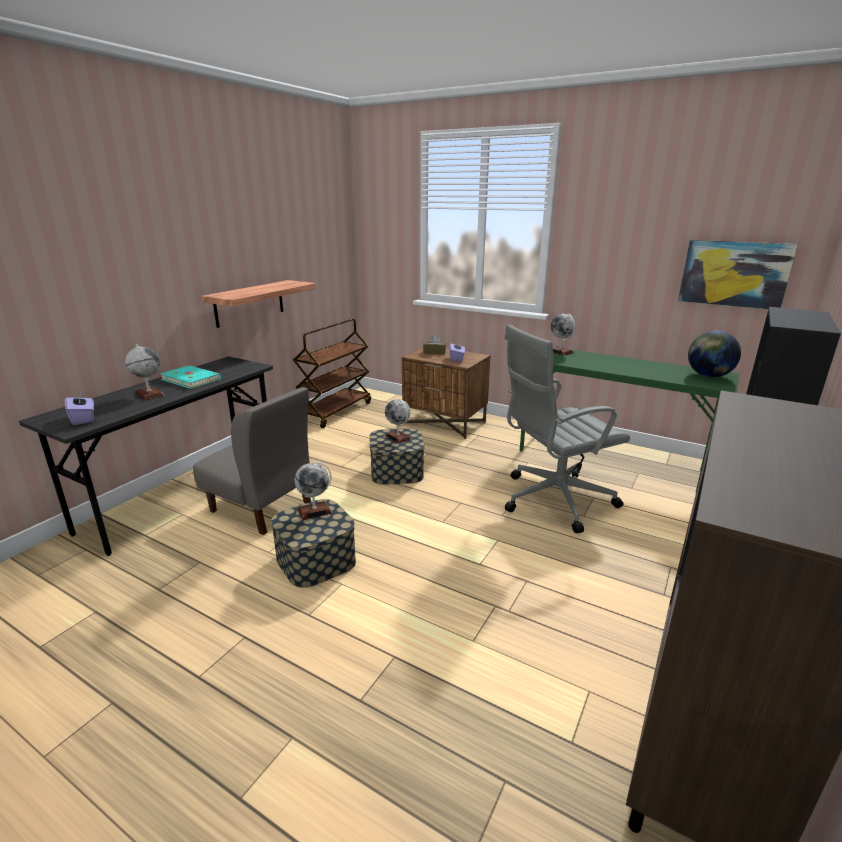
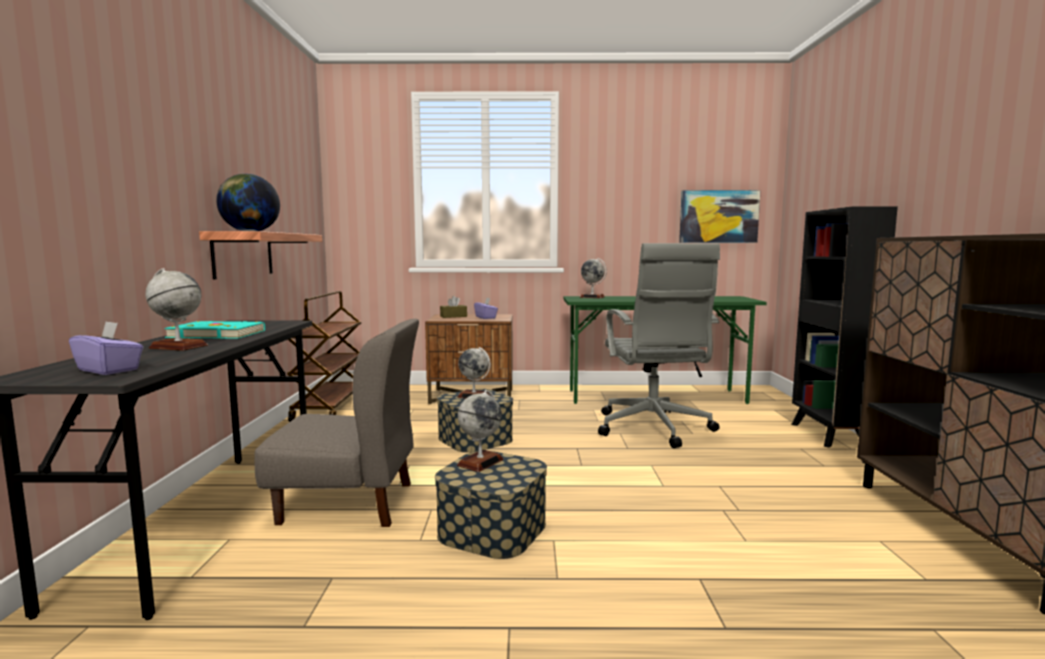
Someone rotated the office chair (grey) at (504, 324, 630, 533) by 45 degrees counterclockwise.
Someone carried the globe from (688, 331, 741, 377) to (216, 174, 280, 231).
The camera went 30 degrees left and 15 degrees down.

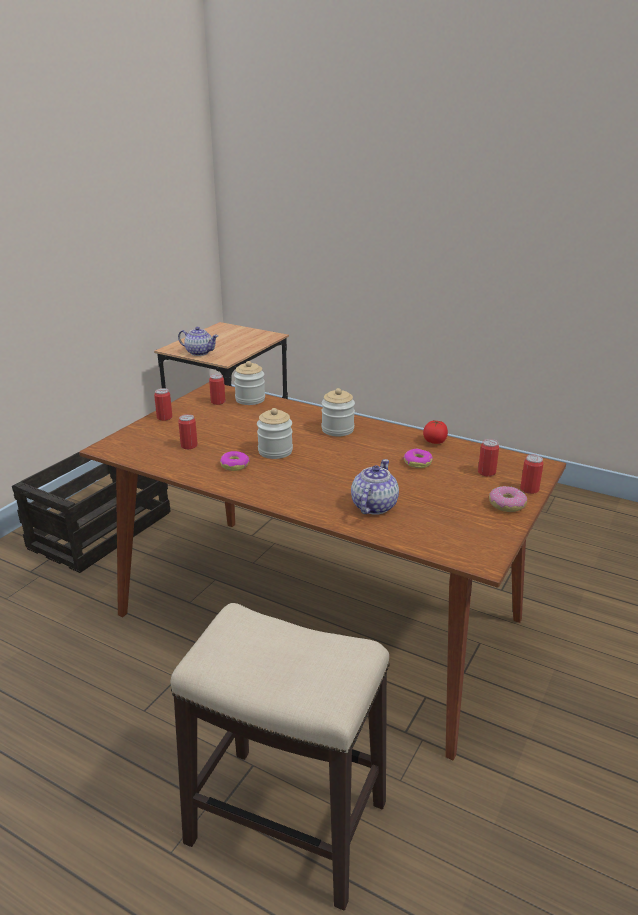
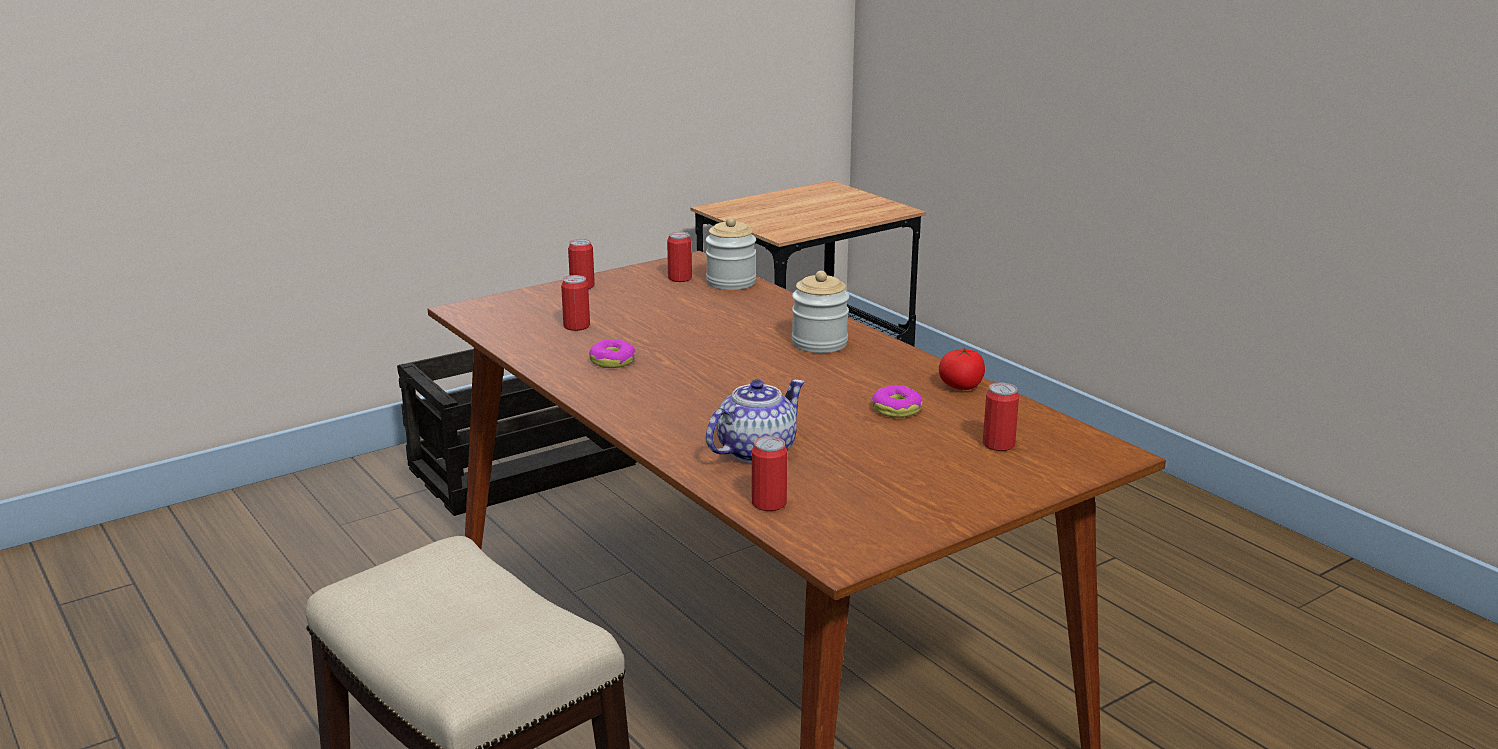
Someone took away the pot for tea at (178, 327, 218, 356).
Someone took away the storage jar at (257, 408, 293, 459).
Someone carried the metal can from (520, 455, 544, 494) to (752, 436, 787, 511).
Someone took away the doughnut at (489, 486, 527, 512).
The camera went 25 degrees right and 5 degrees down.

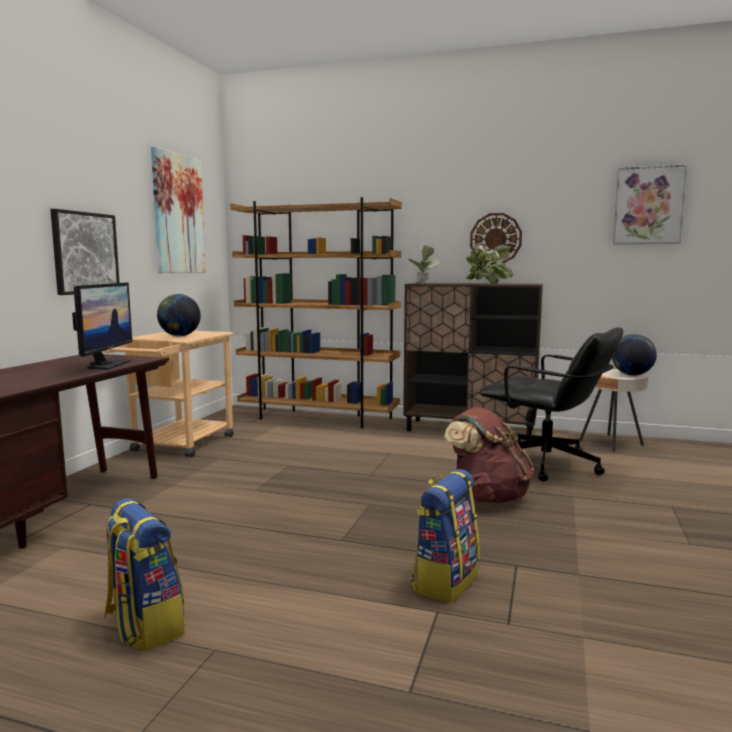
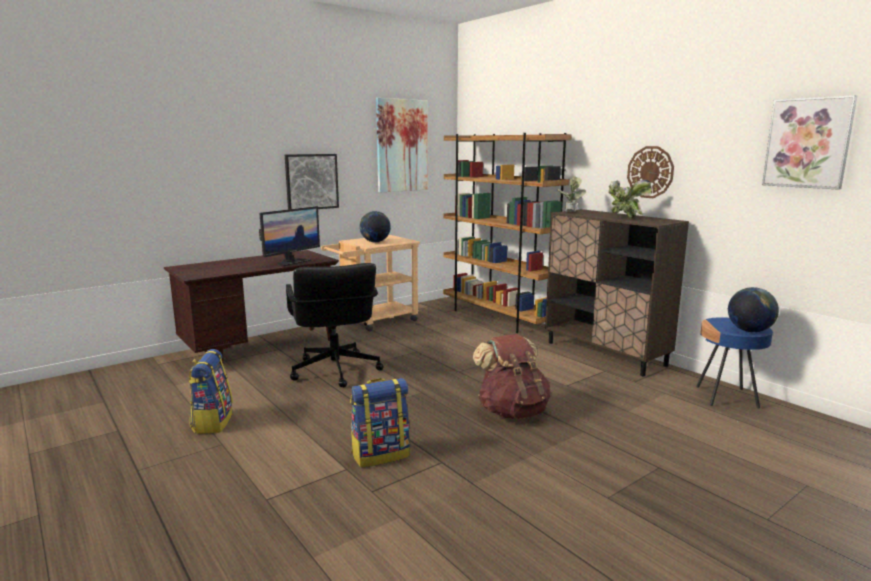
Someone carried the office chair (blackish) from (479, 327, 623, 481) to (286, 263, 384, 387).
Someone repainted the end table (sand-coloured) at (580, 369, 648, 451), which became the end table (blue) at (696, 317, 773, 408).
The camera went 35 degrees right and 5 degrees up.

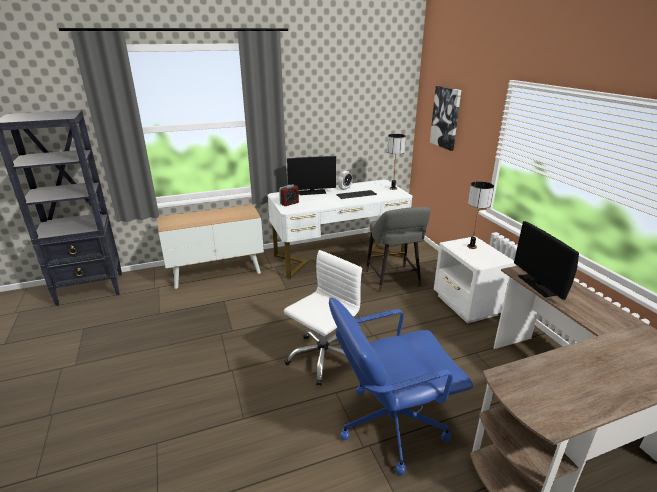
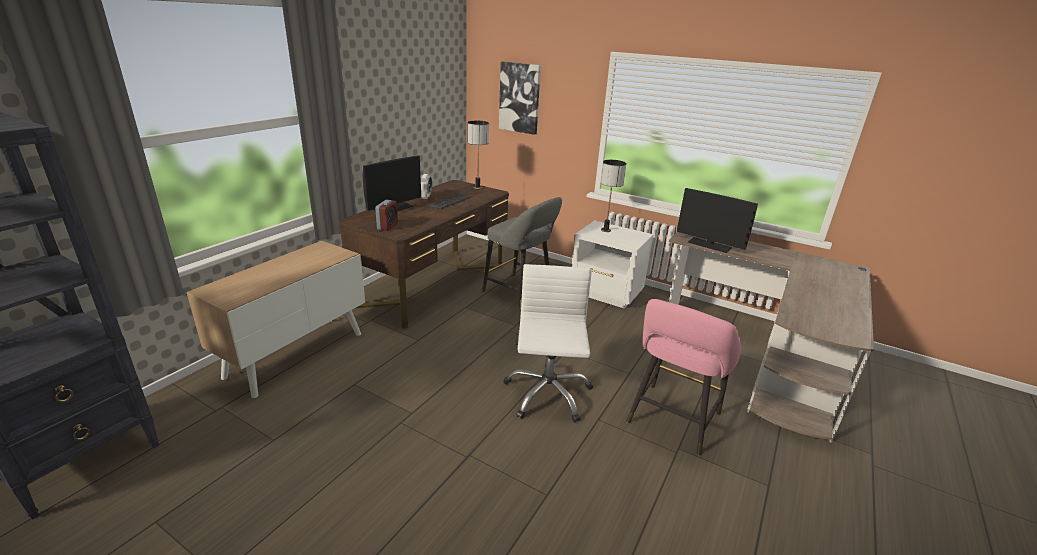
Someone repainted the desk unit (whitish) at (268, 180, 412, 279), which became the desk unit (brown) at (339, 180, 509, 328).
Someone swapped the office chair (blue) at (329, 297, 473, 475) for the stool seat (pinkish) at (626, 299, 741, 455).
The camera went 40 degrees left and 0 degrees up.

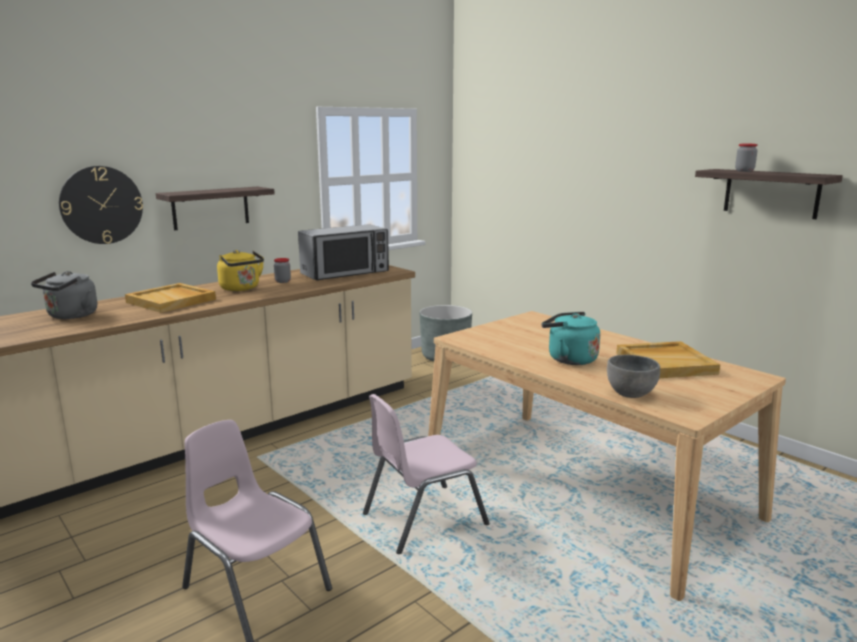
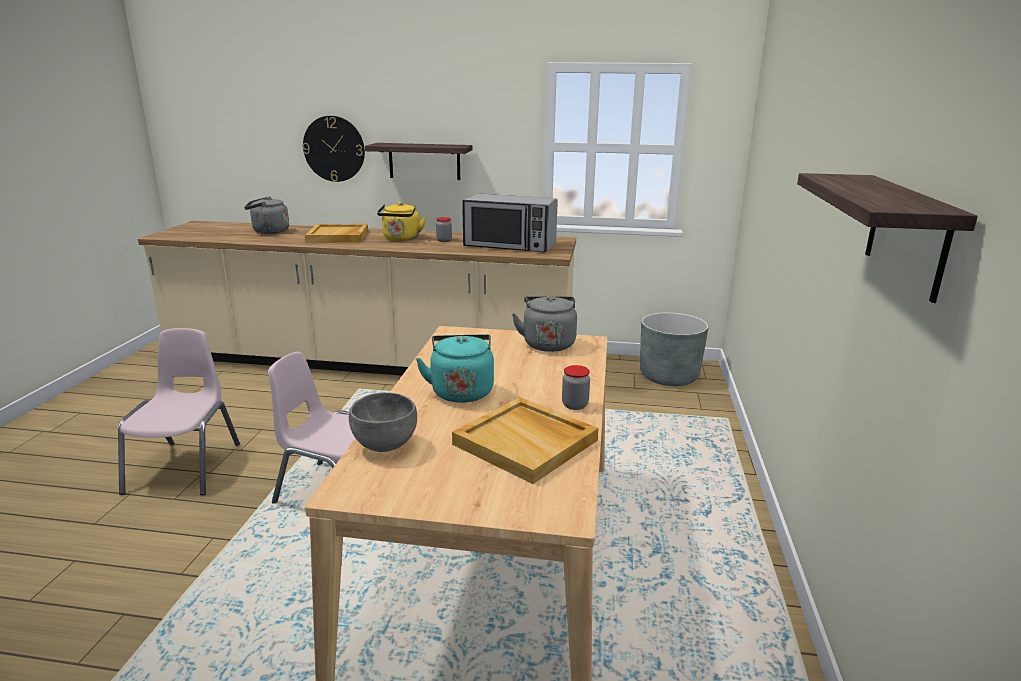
Someone carried the storage jar from (735, 144, 758, 172) to (562, 365, 590, 410).
Someone put down the water kettle (grey) at (512, 296, 577, 352).
The camera went 50 degrees right and 5 degrees up.

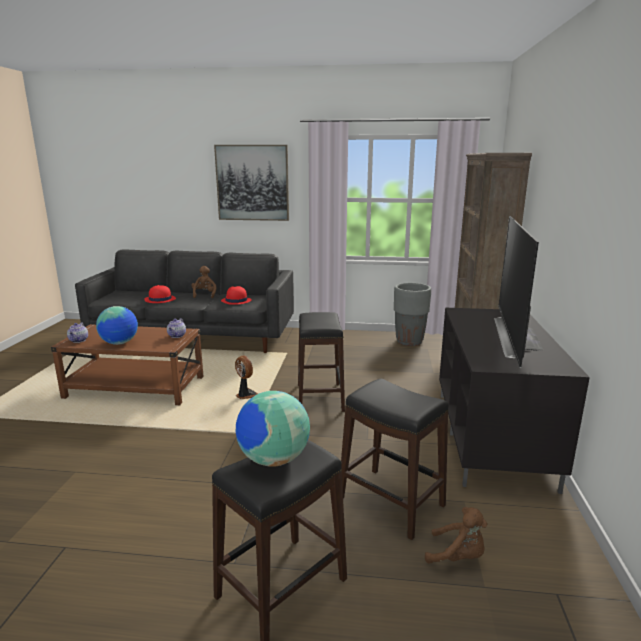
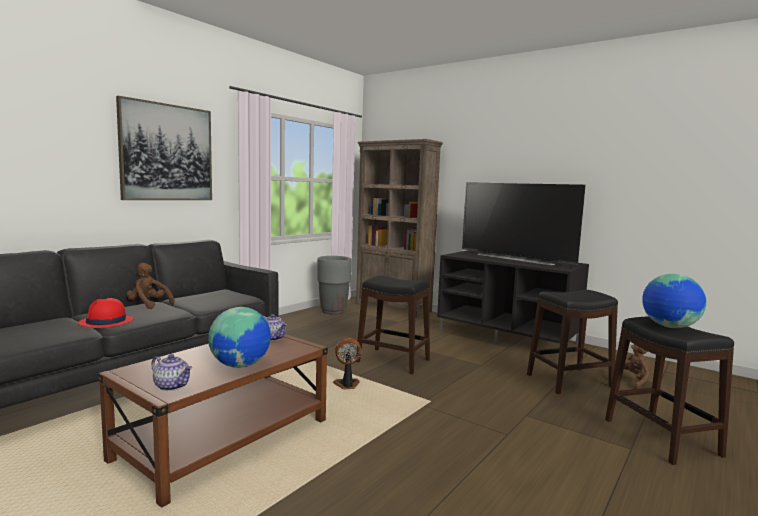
Someone took away the hat (reddish) at (221, 286, 252, 305).
The camera went 60 degrees left and 10 degrees down.

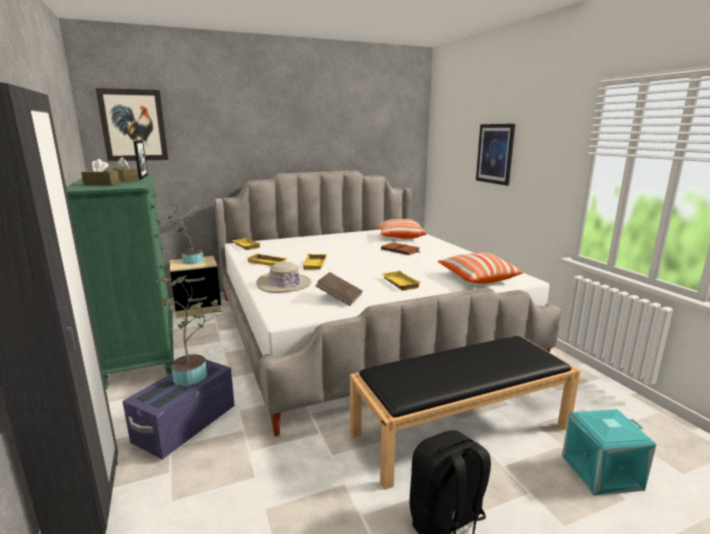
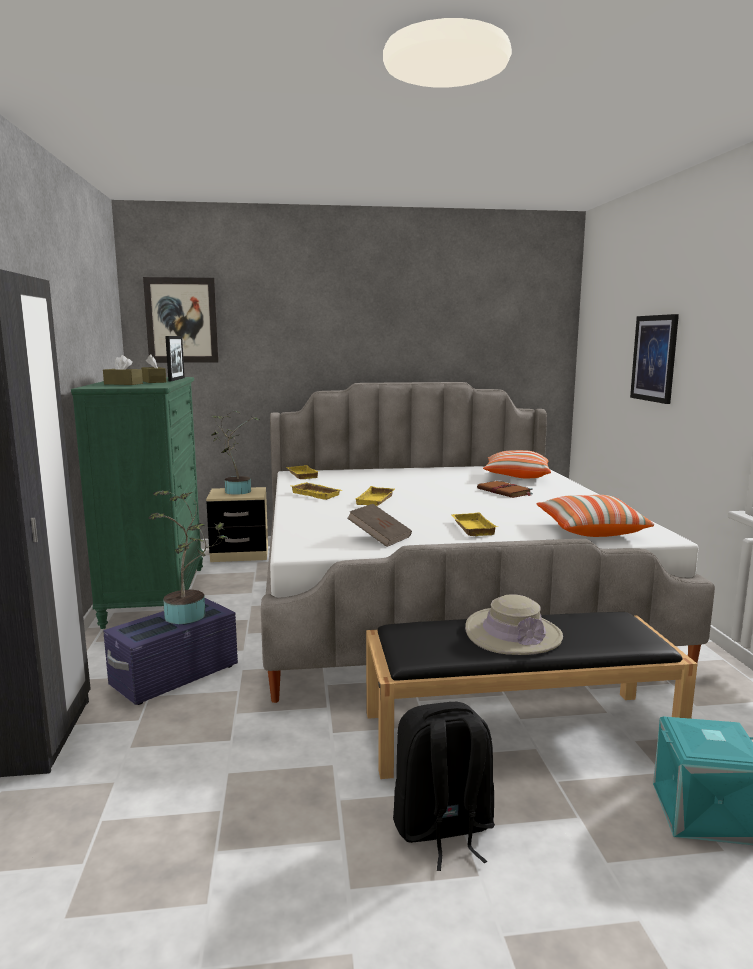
Someone carried the hat (sand-coloured) from (256, 262, 311, 293) to (465, 594, 563, 655).
The camera went 15 degrees right and 5 degrees down.

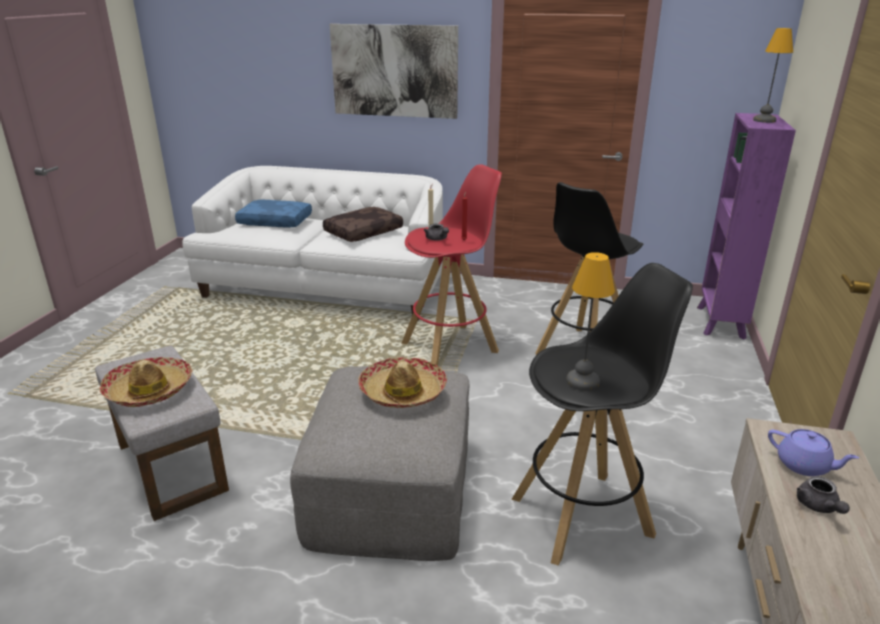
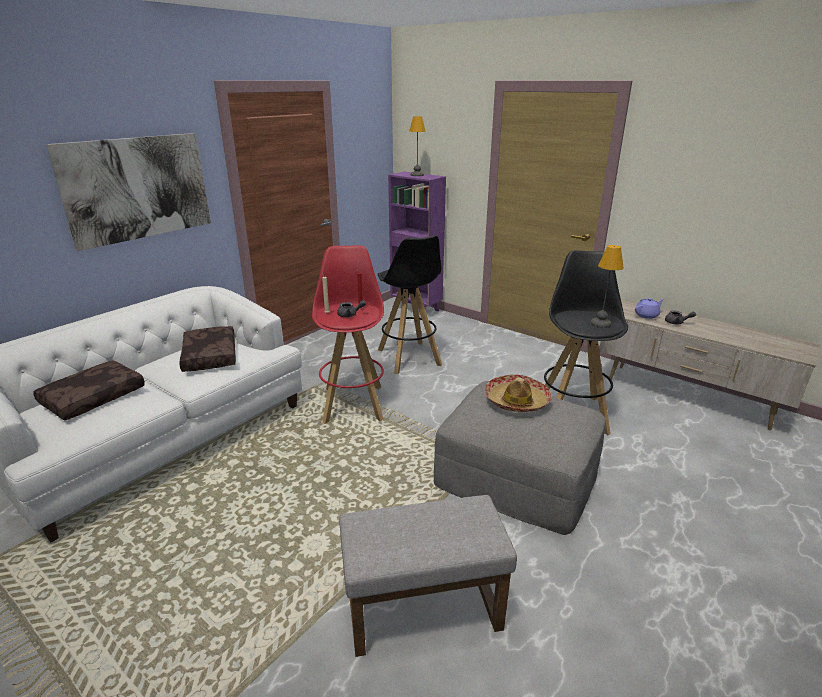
Someone repainted the pillow (blue) at (235, 199, 312, 228), which became the pillow (brown) at (33, 360, 145, 420).
Someone took away the hat at (99, 357, 193, 407).
The camera went 65 degrees left and 0 degrees up.

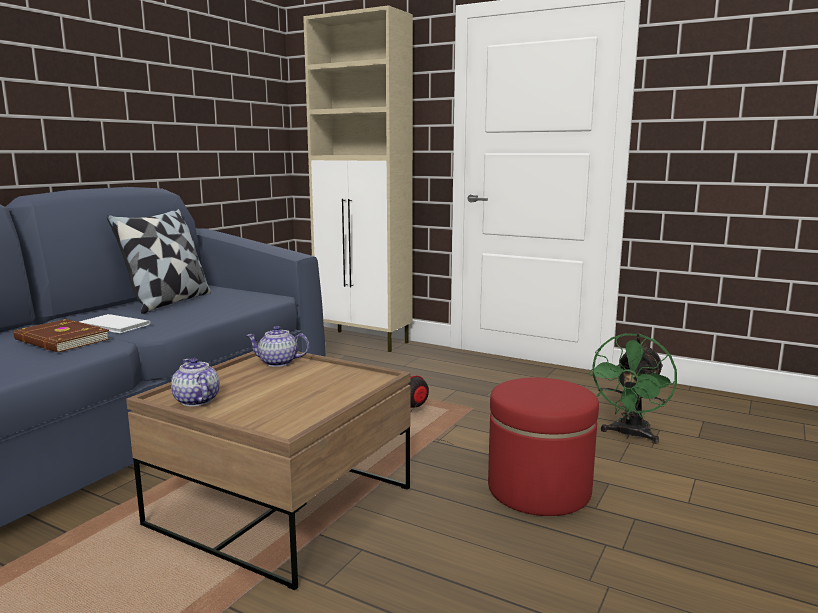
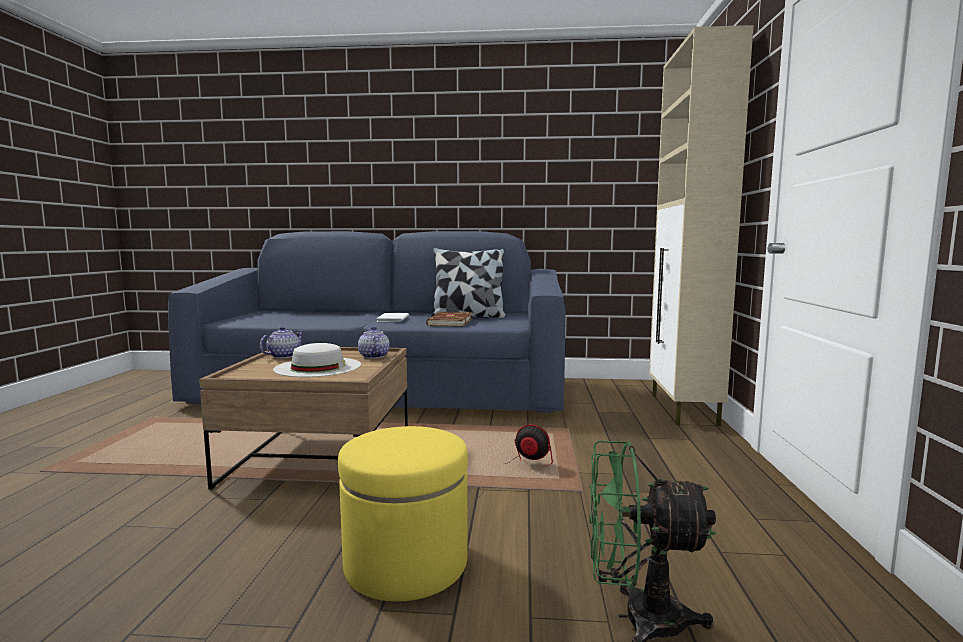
Someone carried the bound book (brown) from (13, 319, 110, 352) to (426, 312, 472, 327).
Someone repainted the pouffe (reddish) at (488, 377, 599, 516), which became the pouffe (yellowish) at (338, 426, 468, 602).
Someone put down the hat (whitish) at (273, 343, 361, 377).
The camera went 65 degrees right and 5 degrees down.

